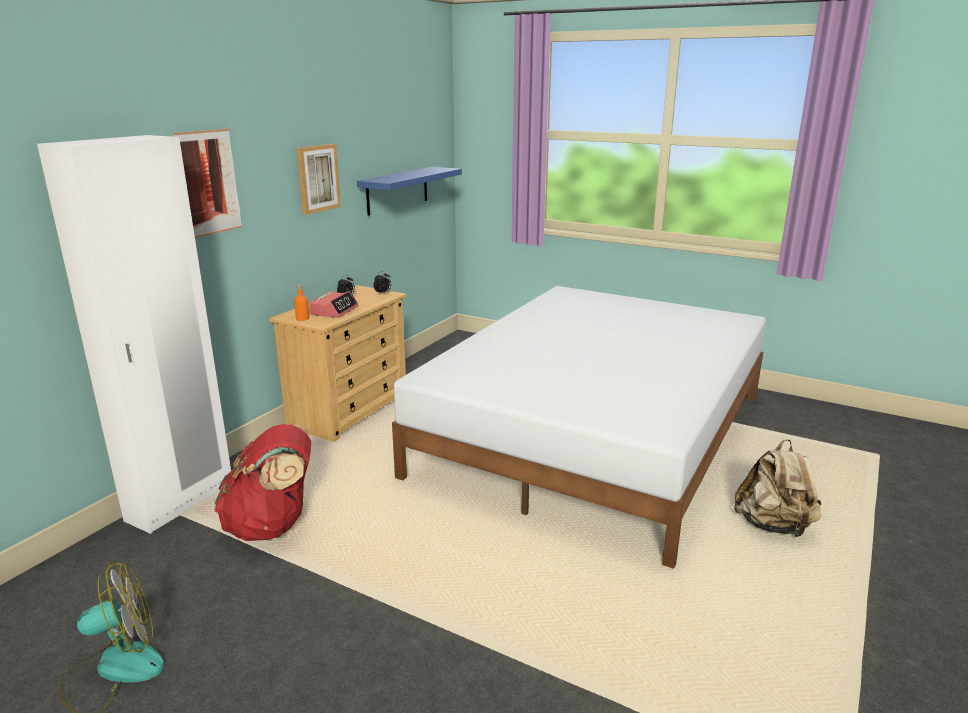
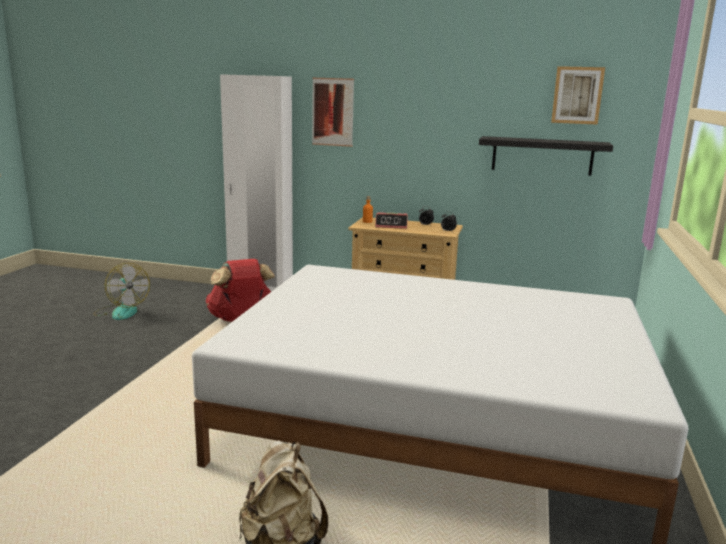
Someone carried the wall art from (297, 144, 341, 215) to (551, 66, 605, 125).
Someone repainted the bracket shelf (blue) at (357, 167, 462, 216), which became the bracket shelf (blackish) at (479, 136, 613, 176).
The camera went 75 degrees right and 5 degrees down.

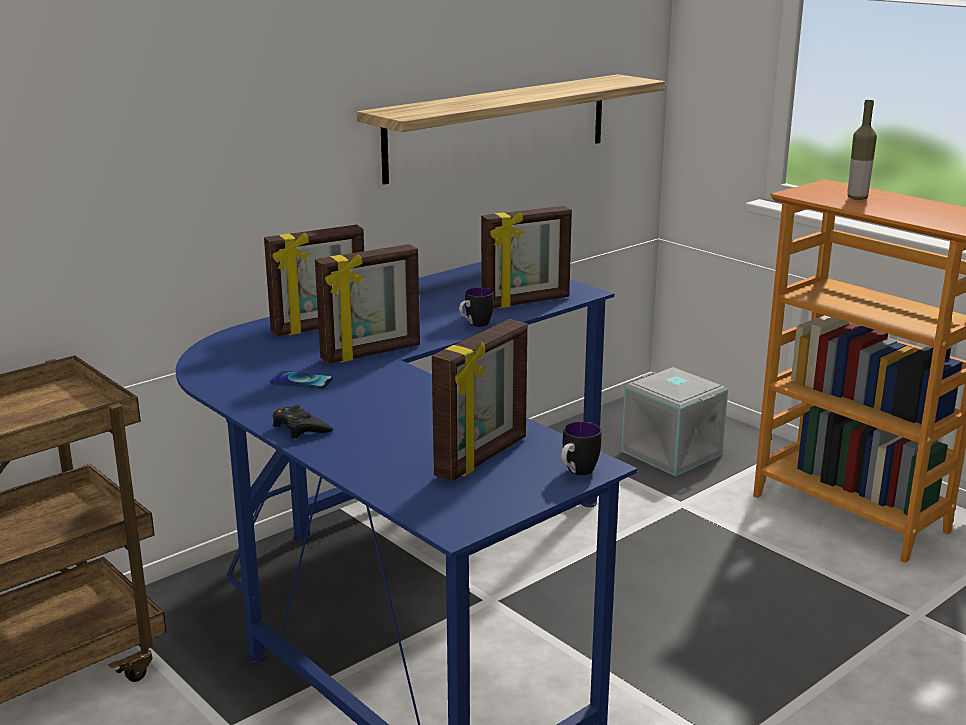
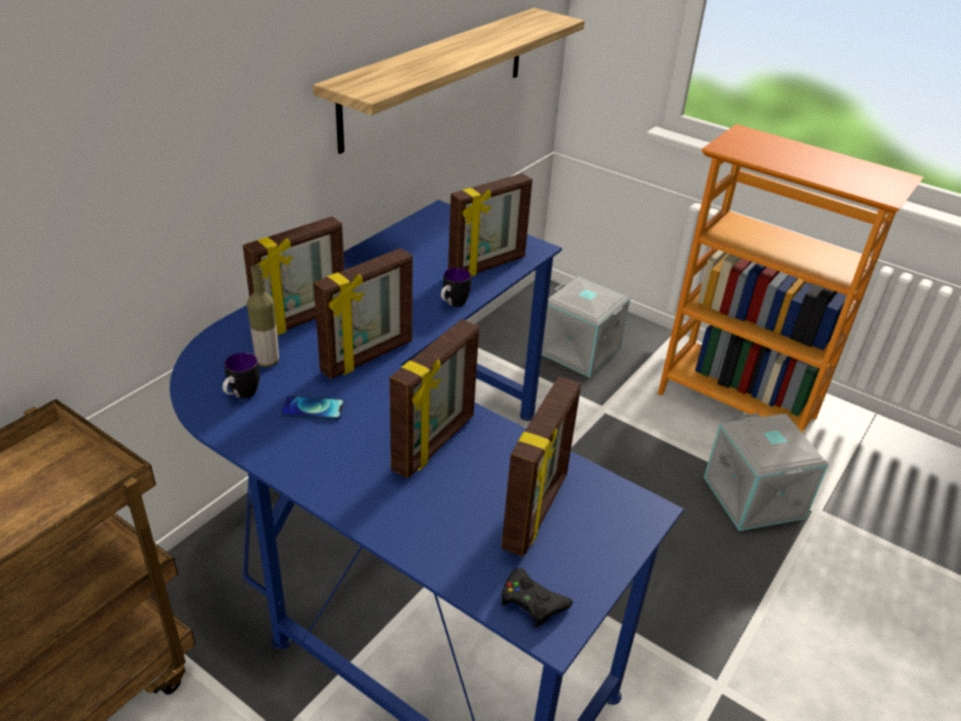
Someone carried the drink bottle from (847, 100, 877, 200) to (247, 265, 279, 367).
Someone carried the game controller (blackish) from (273, 405, 333, 439) to (501, 568, 573, 628).
Someone carried the mug from (561, 422, 602, 476) to (223, 353, 260, 399).
Someone put down the standing frame at (390, 319, 479, 479).
Someone put down the storage container (grey) at (704, 413, 829, 531).
The camera went 15 degrees left and 15 degrees up.

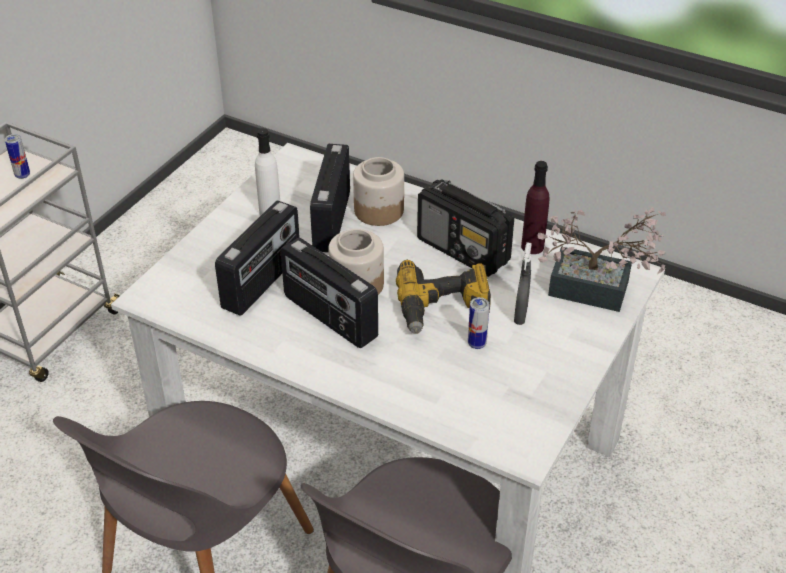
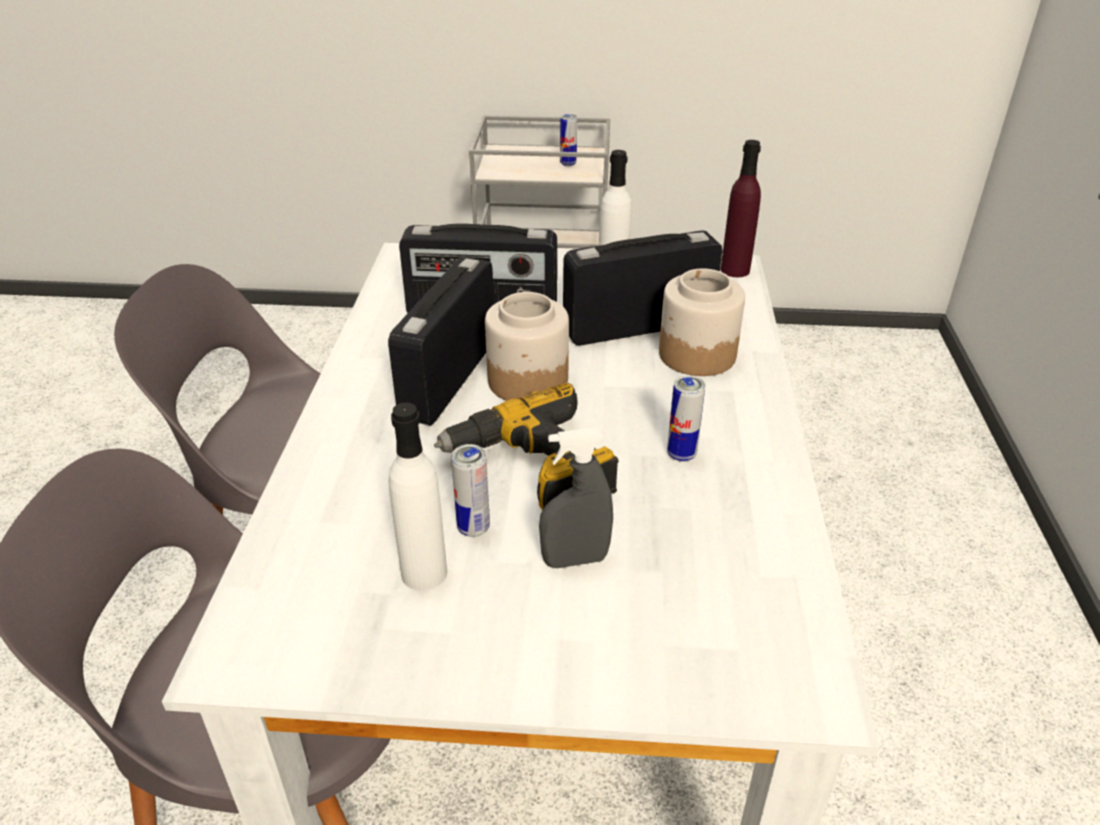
Someone carried the drink bottle (purplish) from (521, 161, 550, 254) to (720, 140, 761, 277).
Someone swapped the radio set at (417, 179, 514, 277) for the metal can at (667, 375, 705, 462).
Someone took away the plant in a pot at (537, 207, 666, 312).
Someone put down the drink bottle (whitish) at (389, 402, 447, 591).
The camera went 65 degrees right and 5 degrees down.

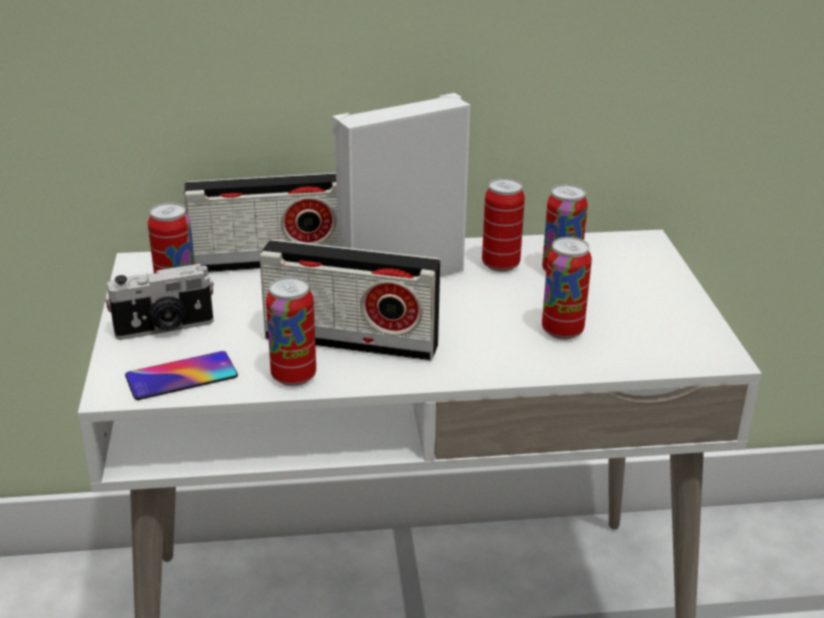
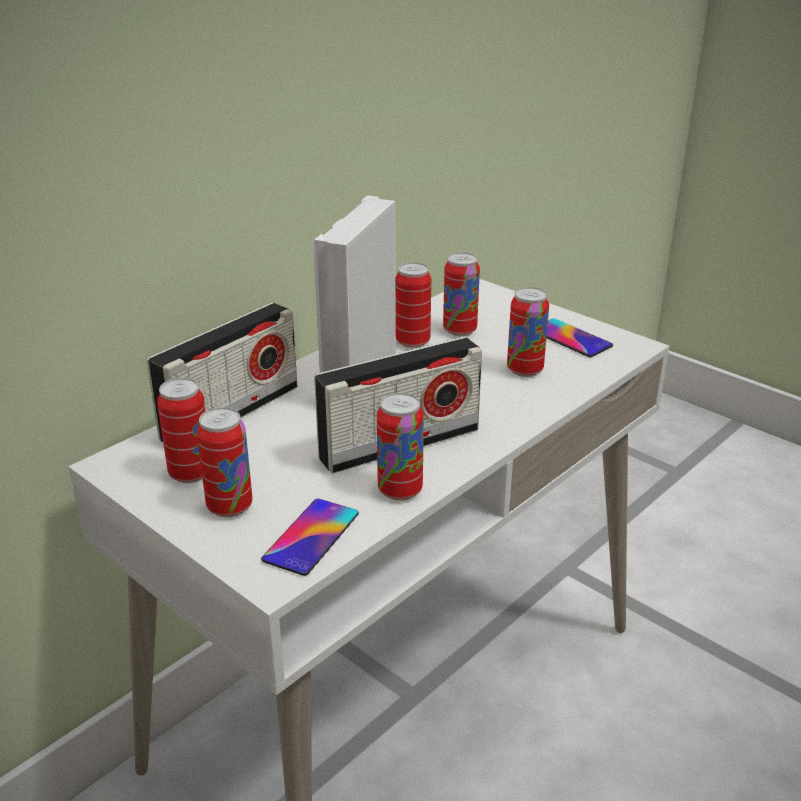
Someone swapped the still camera at (105, 264, 214, 340) for the metal can at (197, 407, 252, 518).
Someone put down the phone at (546, 318, 613, 357).
The camera went 40 degrees left and 0 degrees up.

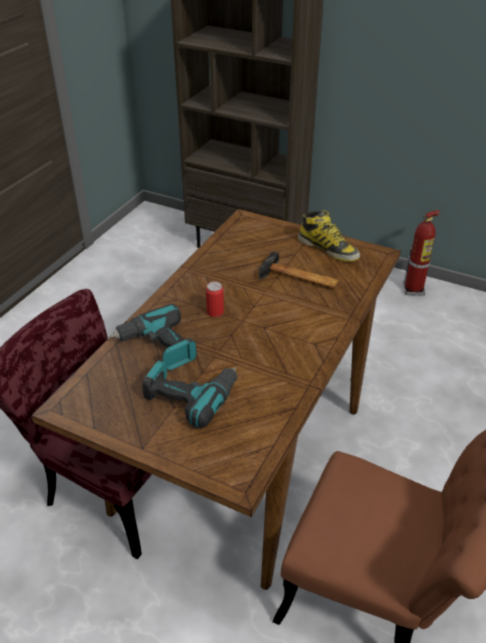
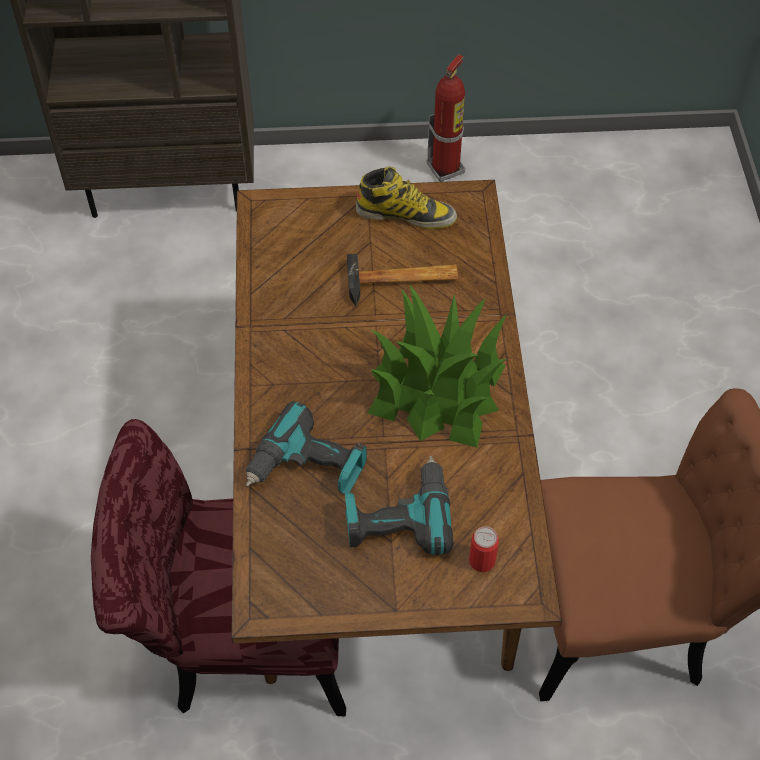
Someone carried the metal can from (206, 282, 224, 317) to (469, 526, 499, 572).
Someone put down the plant in a pot at (367, 284, 507, 448).
The camera went 30 degrees left and 15 degrees up.

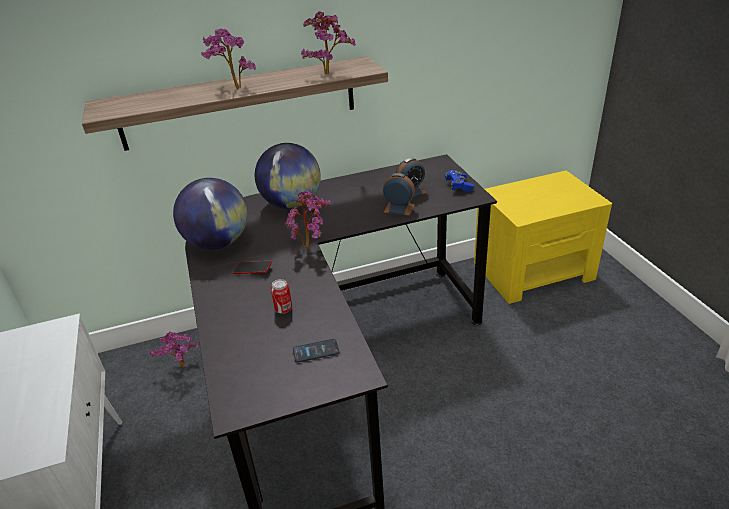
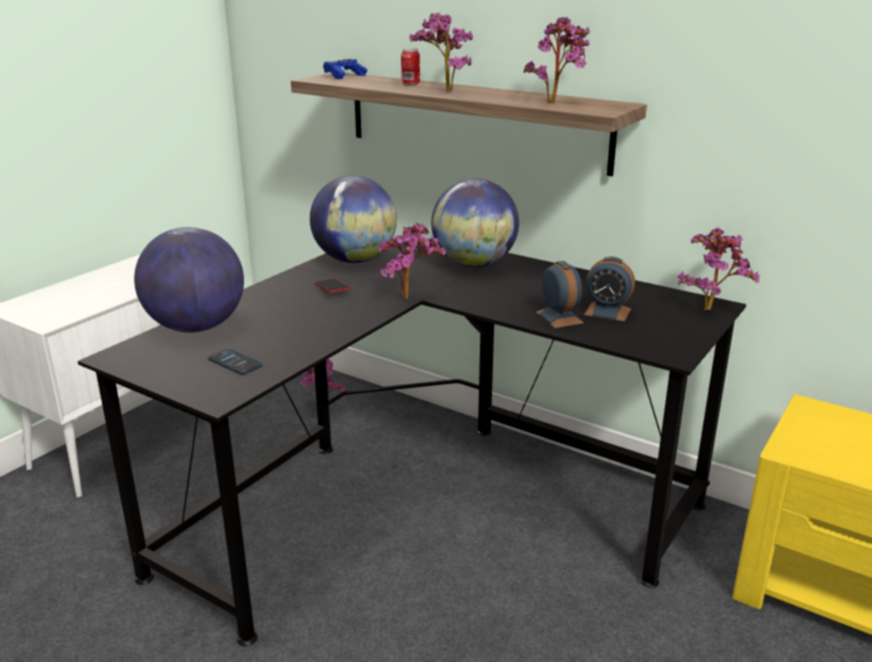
Someone carried the game controller (blue) from (445, 170, 474, 192) to (323, 59, 368, 79).
Someone carried the metal can from (271, 279, 292, 314) to (401, 48, 420, 86).
Someone put down the globe at (134, 227, 244, 333).
Someone put down the plant in a pot at (678, 227, 760, 310).
The camera went 50 degrees right and 10 degrees down.

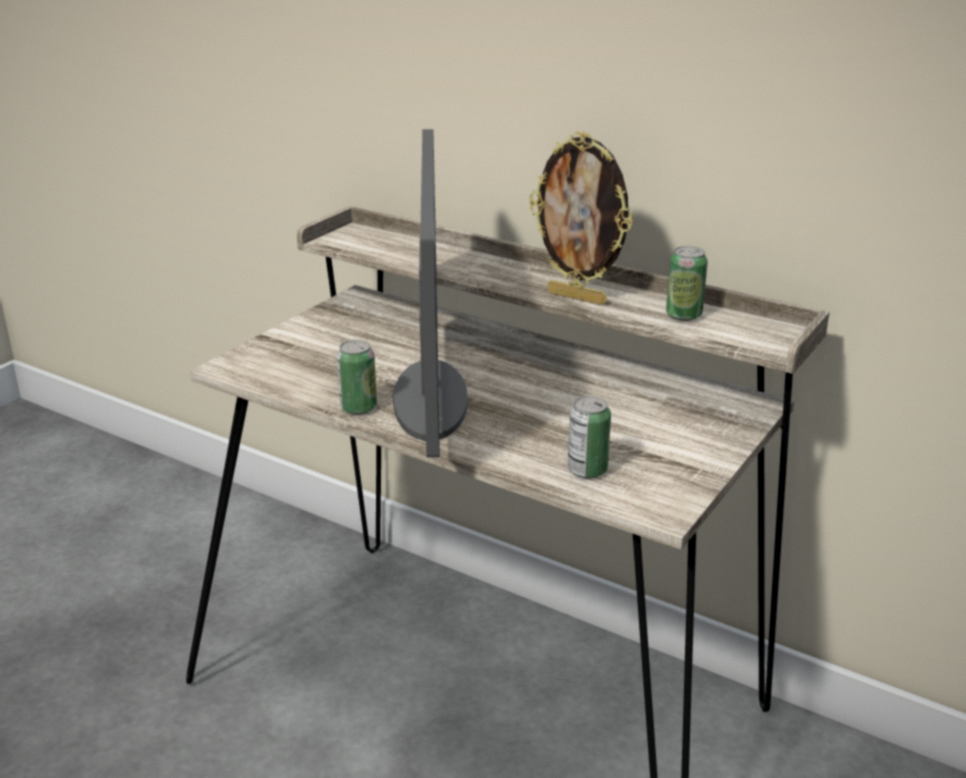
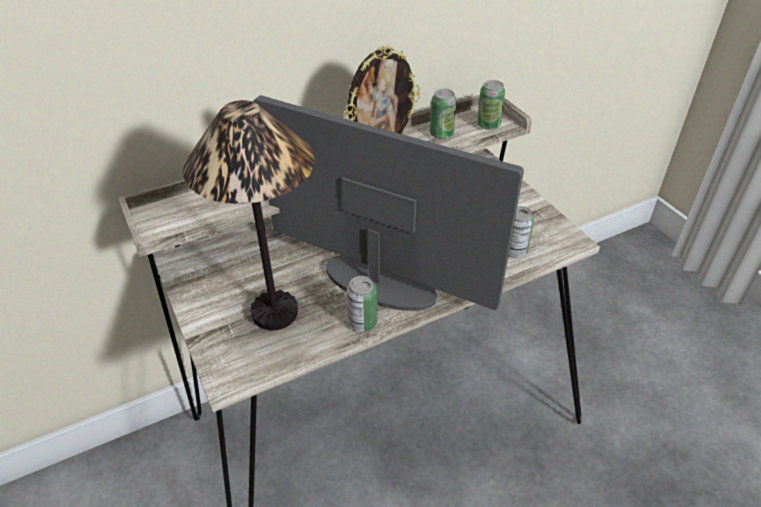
Someone put down the metal can at (477, 80, 505, 130).
Someone put down the lamp for a table at (183, 100, 315, 330).
The camera went 60 degrees left and 15 degrees up.

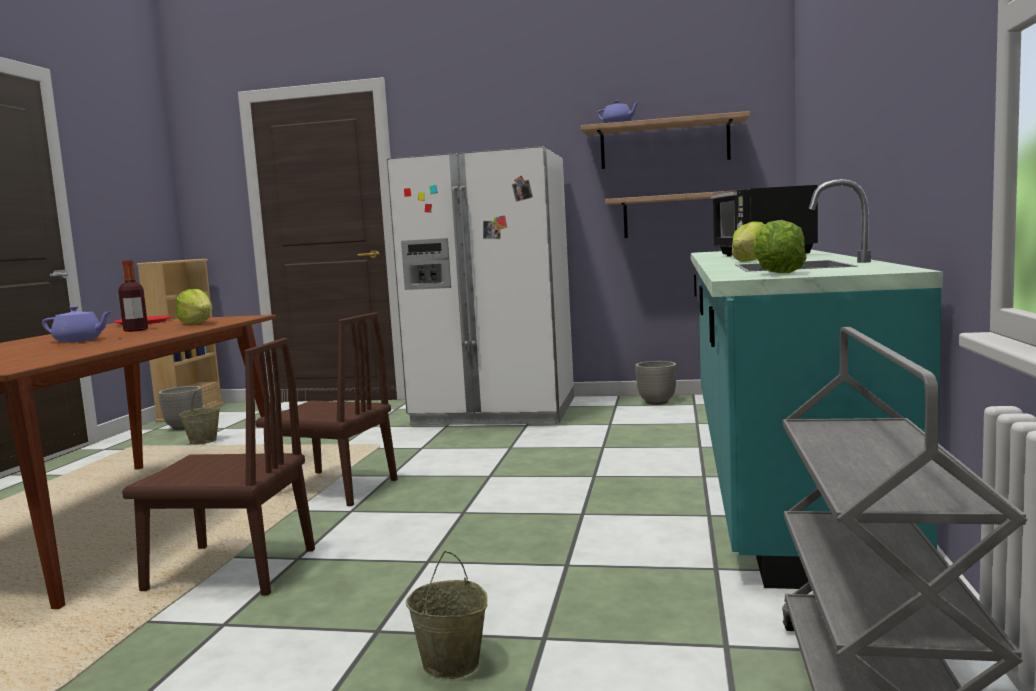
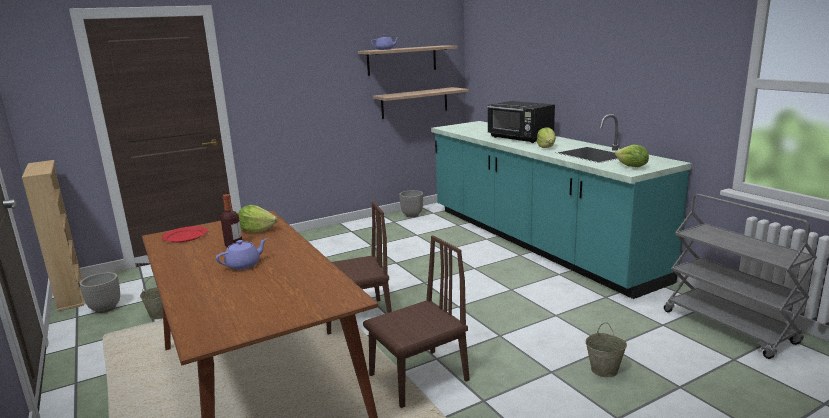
Someone took away the kitchen fridge (whitish) at (387, 146, 574, 425).
The camera went 40 degrees left and 10 degrees up.

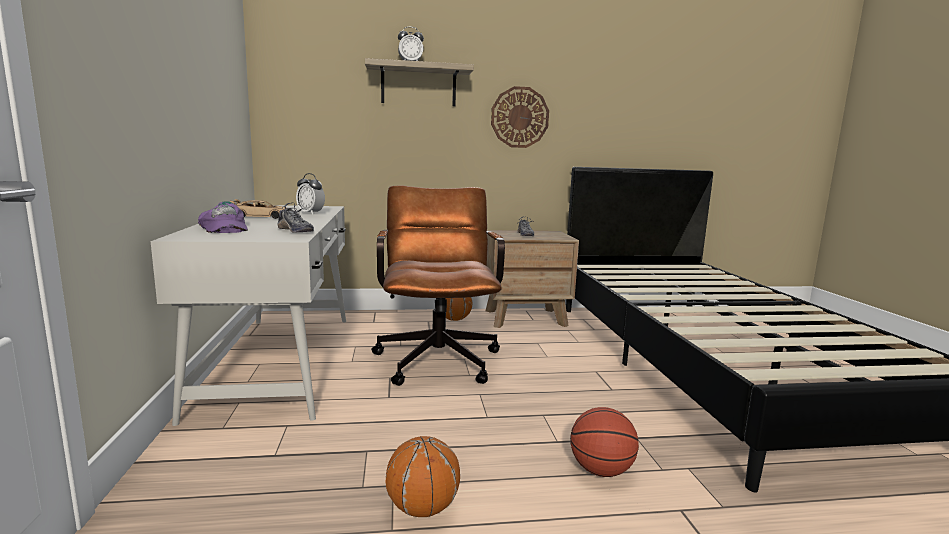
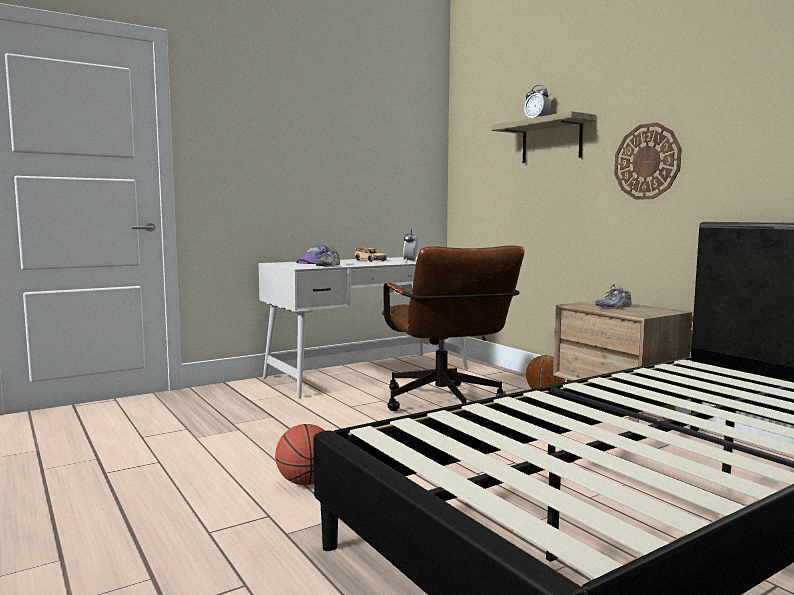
Someone rotated the office chair (brown) at (371, 185, 505, 386) by 105 degrees clockwise.
Someone took away the basketball ball at (386, 436, 460, 517).
The camera went 65 degrees right and 5 degrees down.

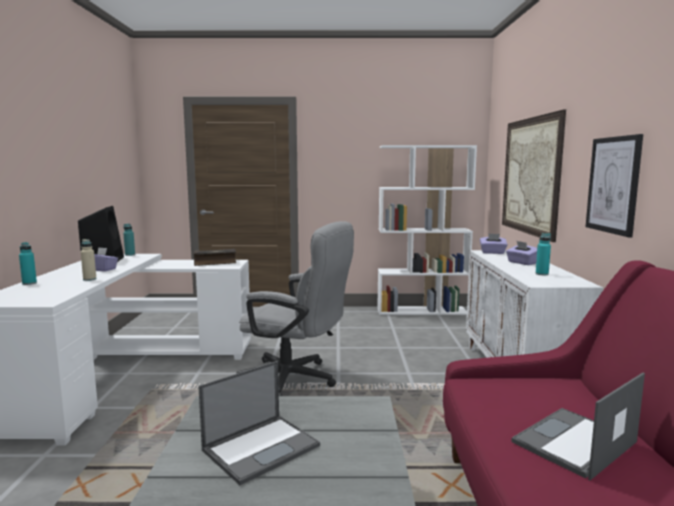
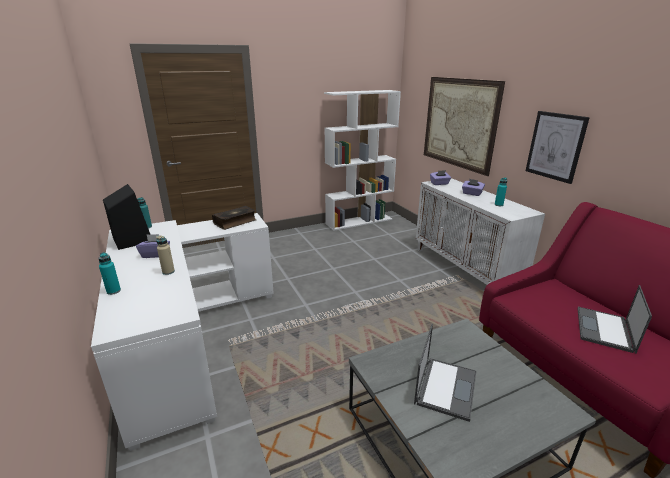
Someone took away the office chair (grey) at (236, 221, 354, 396).
The camera went 25 degrees left and 15 degrees up.

